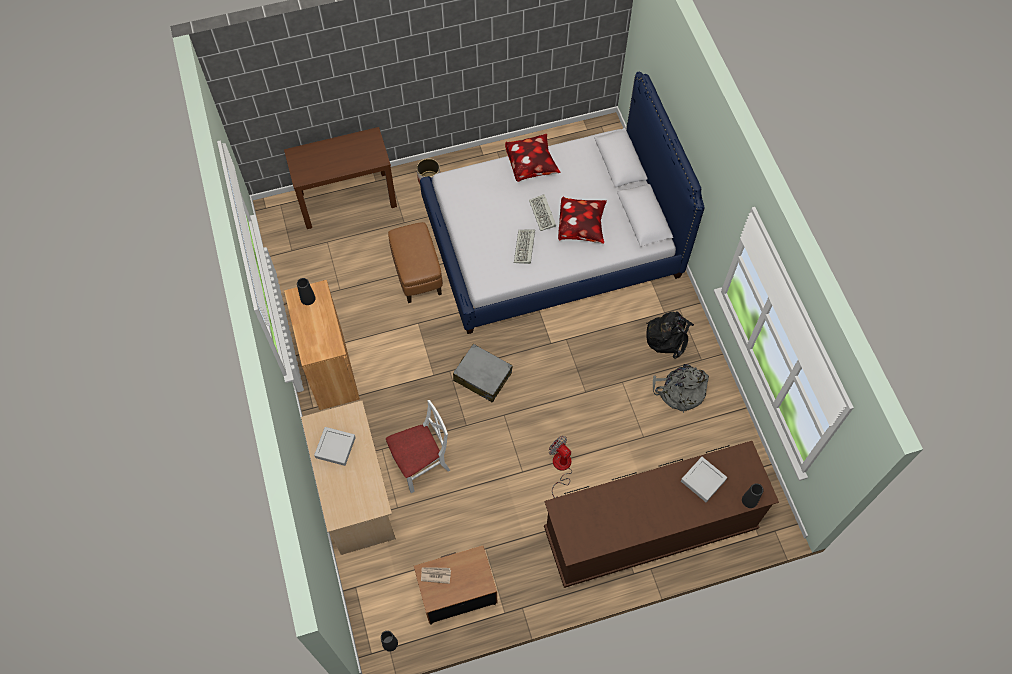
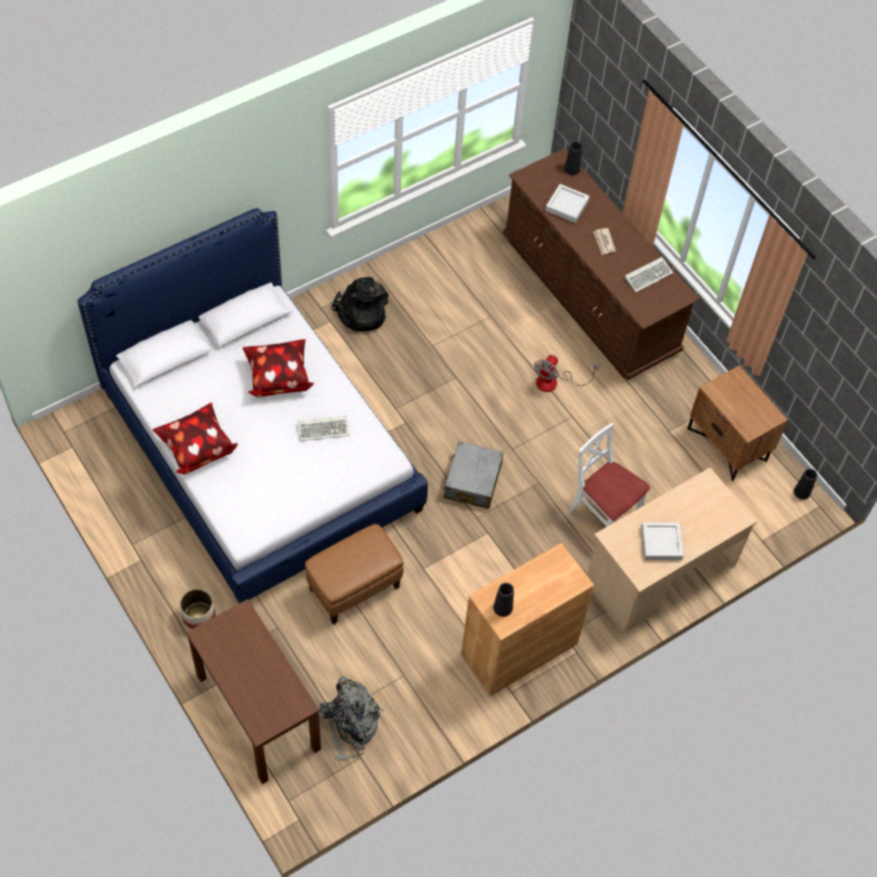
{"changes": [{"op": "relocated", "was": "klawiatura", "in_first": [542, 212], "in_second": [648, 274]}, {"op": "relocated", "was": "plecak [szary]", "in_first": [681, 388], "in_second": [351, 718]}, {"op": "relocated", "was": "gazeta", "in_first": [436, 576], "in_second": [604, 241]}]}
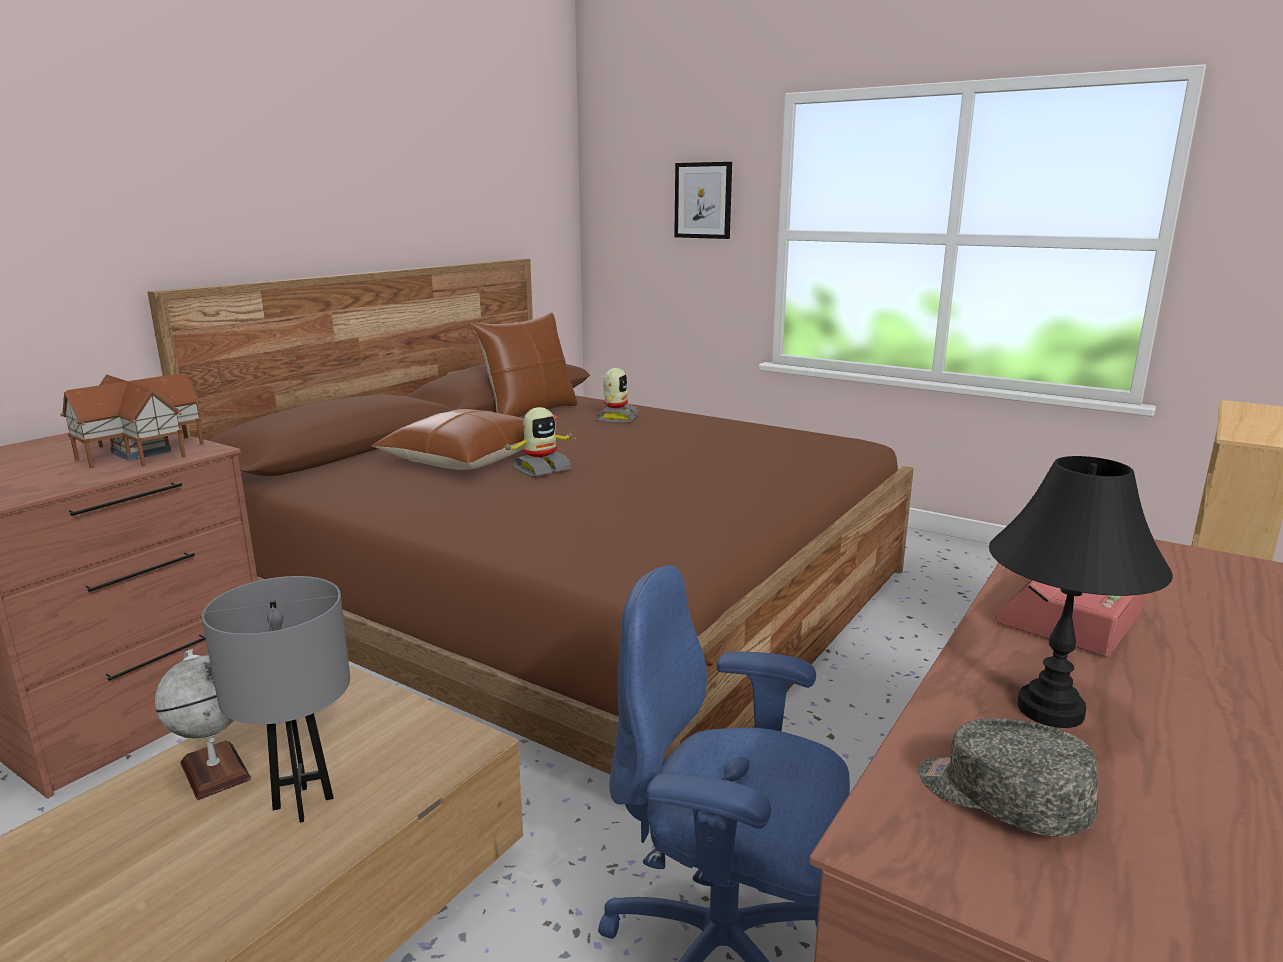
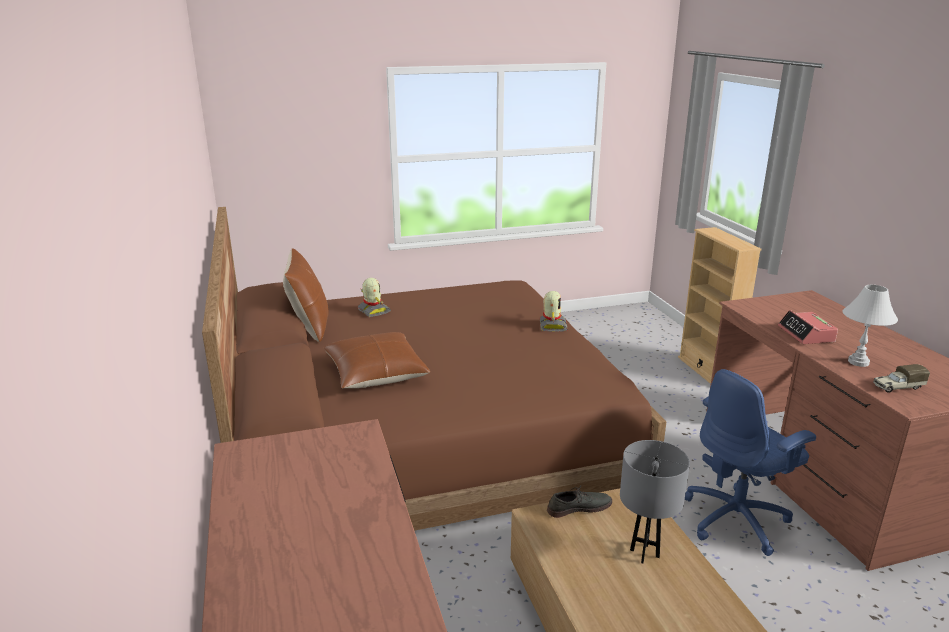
{"changes": [{"op": "missing", "was": "obraz", "in_first": [703, 200]}, {"op": "missing", "was": "domek", "in_first": [132, 420]}, {"op": "relocated", "was": "robot zabawkowy", "in_first": [538, 442], "in_second": [554, 311]}, {"op": "colour", "was": "lampa stołowa [czarny]", "now": "lampa stołowa [biały]", "in_first": [1081, 592], "in_second": [870, 326]}, {"op": "missing", "was": "globus", "in_first": [203, 724]}, {"op": "exchanged", "was": "czapka z daszkiem [szary]", "now": "ciężarówka zabawkowa", "in_first": [1008, 777], "in_second": [901, 378]}, {"op": "appeared", "now": "but [szary]", "in_second": [579, 502]}]}
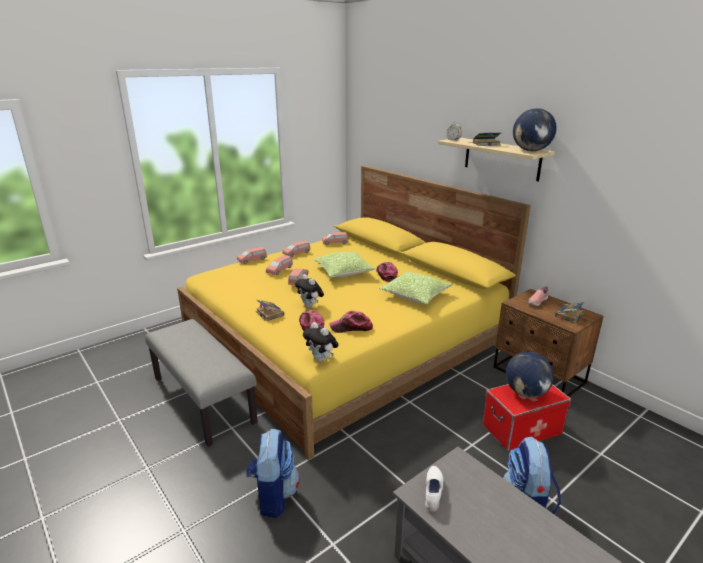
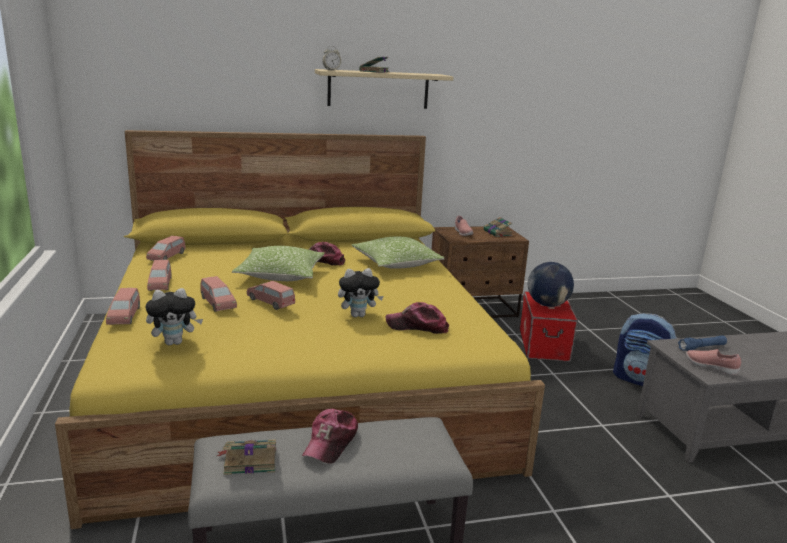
{"changes": [{"op": "missing", "was": "globus", "in_first": [535, 129]}, {"op": "relocated", "was": "książka", "in_first": [270, 310], "in_second": [246, 457]}, {"op": "relocated", "was": "czapka z daszkiem", "in_first": [351, 322], "in_second": [330, 436]}, {"op": "relocated", "was": "pluszak", "in_first": [321, 342], "in_second": [174, 316]}, {"op": "missing", "was": "plecak", "in_first": [273, 473]}, {"op": "colour", "was": "but [biały]", "now": "but [różowy]", "in_first": [434, 489], "in_second": [713, 362]}, {"op": "appeared", "now": "latarka [niebieski]", "in_second": [702, 343]}]}
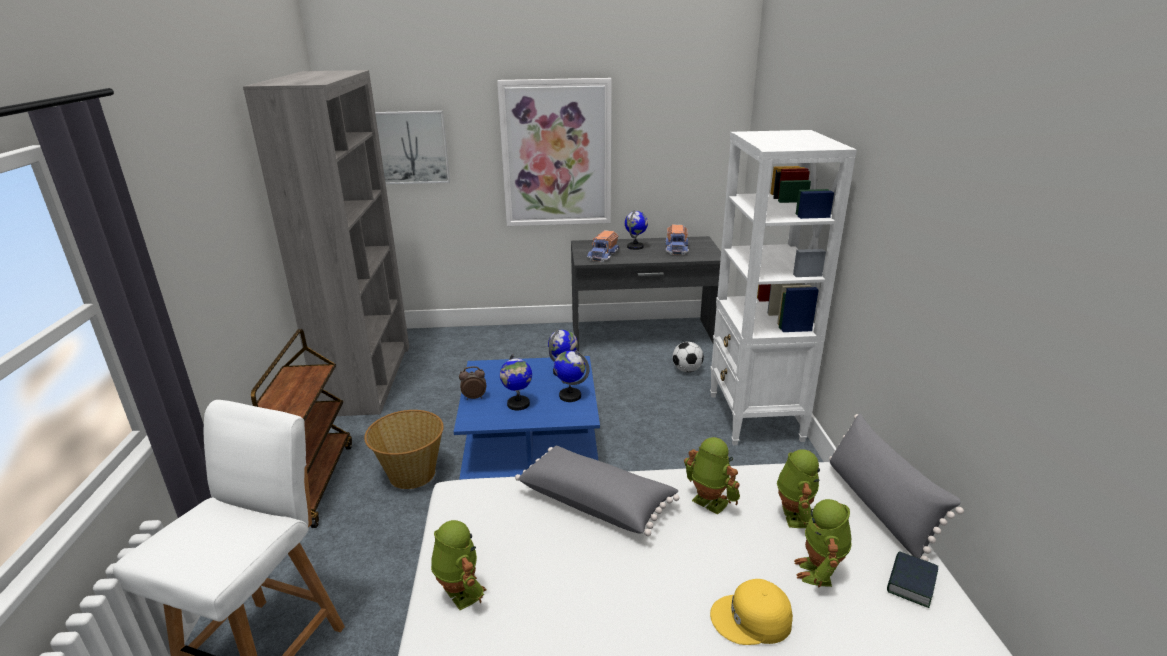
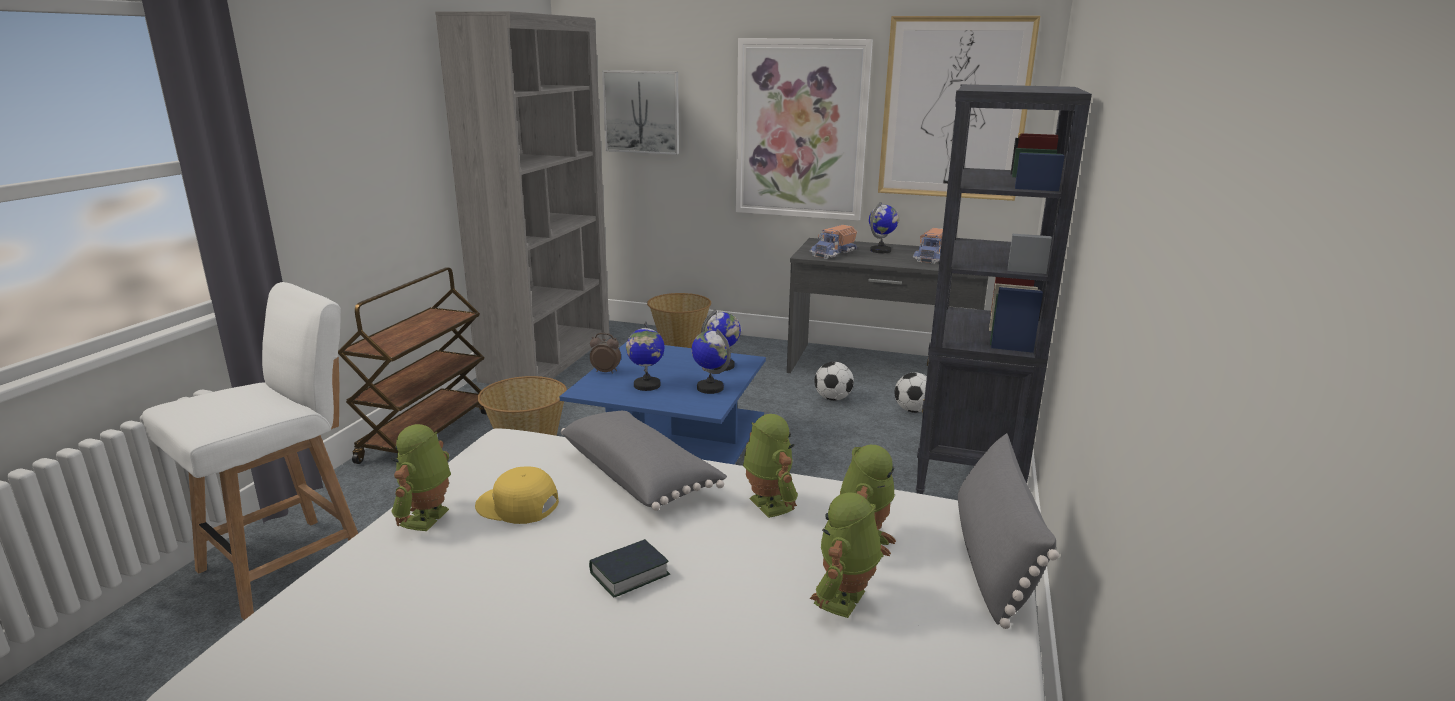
{"changes": [{"op": "colour", "was": "regał [biały]", "now": "regał [czarny]", "in_first": [783, 287], "in_second": [1004, 289]}, {"op": "spun", "was": "robot zabawkowy", "in_first": [458, 565], "in_second": [421, 477], "clockwise": -150}, {"op": "relocated", "was": "książka", "in_first": [912, 579], "in_second": [629, 568]}, {"op": "relocated", "was": "czapka z daszkiem [żółty]", "in_first": [751, 612], "in_second": [517, 495]}, {"op": "appeared", "now": "obraz", "in_second": [959, 108]}, {"op": "appeared", "now": "koszyk", "in_second": [679, 320]}, {"op": "appeared", "now": "piłka futbolowa", "in_second": [834, 381]}]}
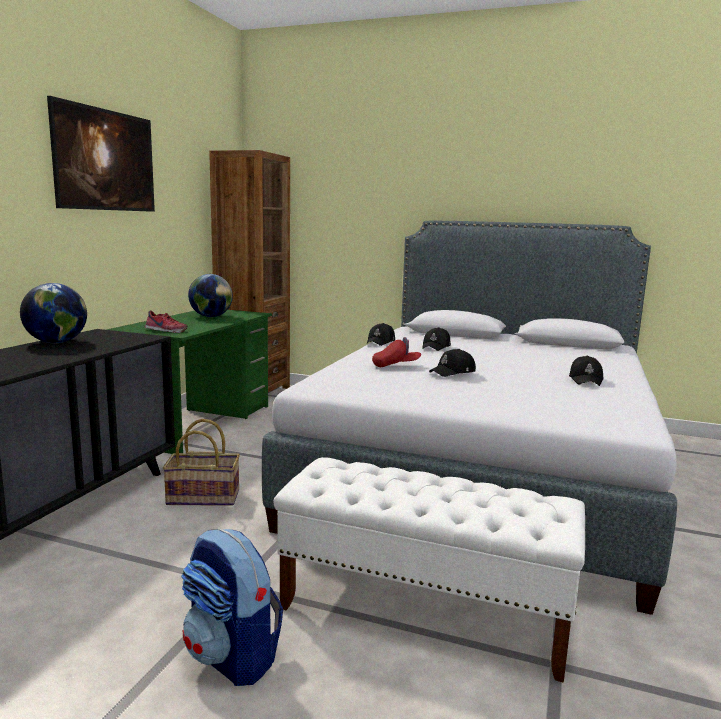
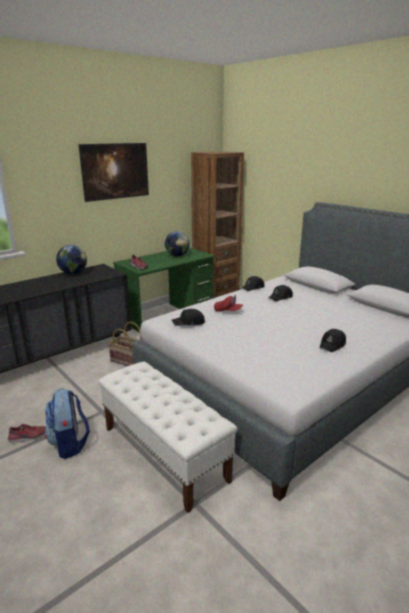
{"changes": [{"op": "relocated", "was": "czapka z daszkiem [czarny]", "in_first": [452, 363], "in_second": [188, 317]}, {"op": "appeared", "now": "but", "in_second": [27, 433]}]}
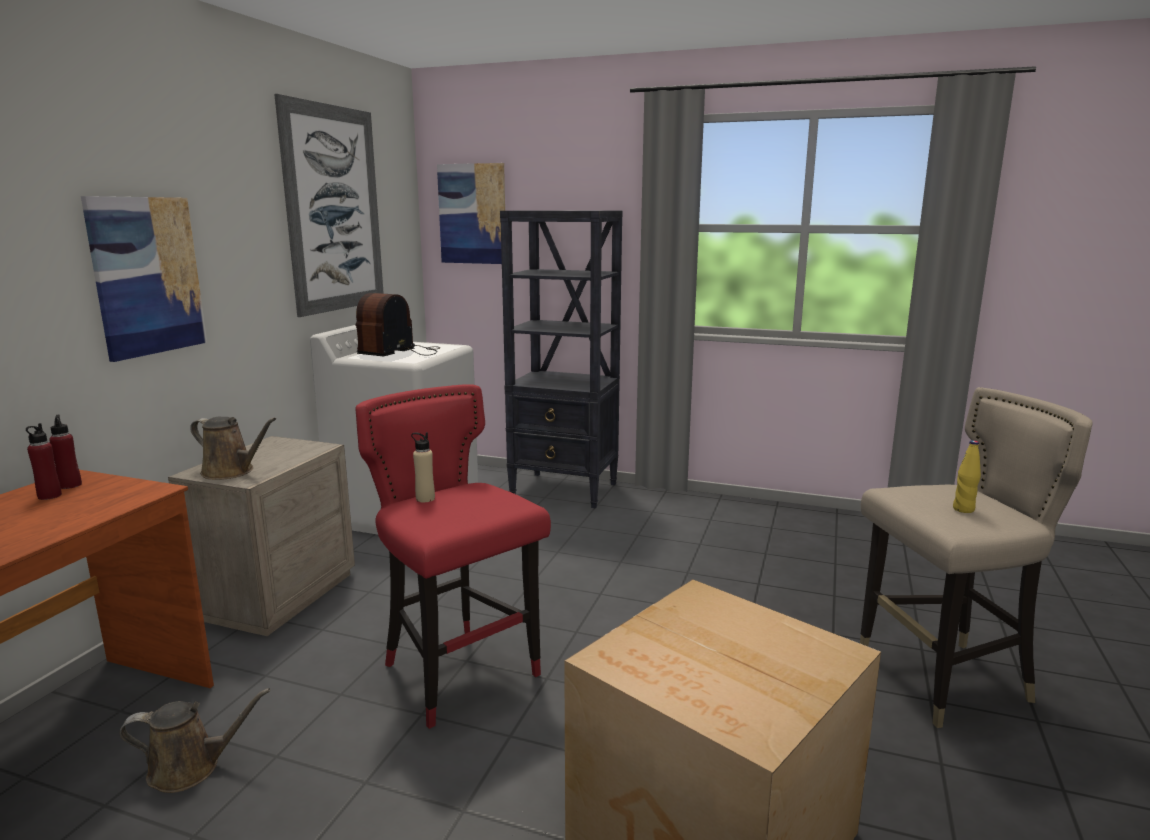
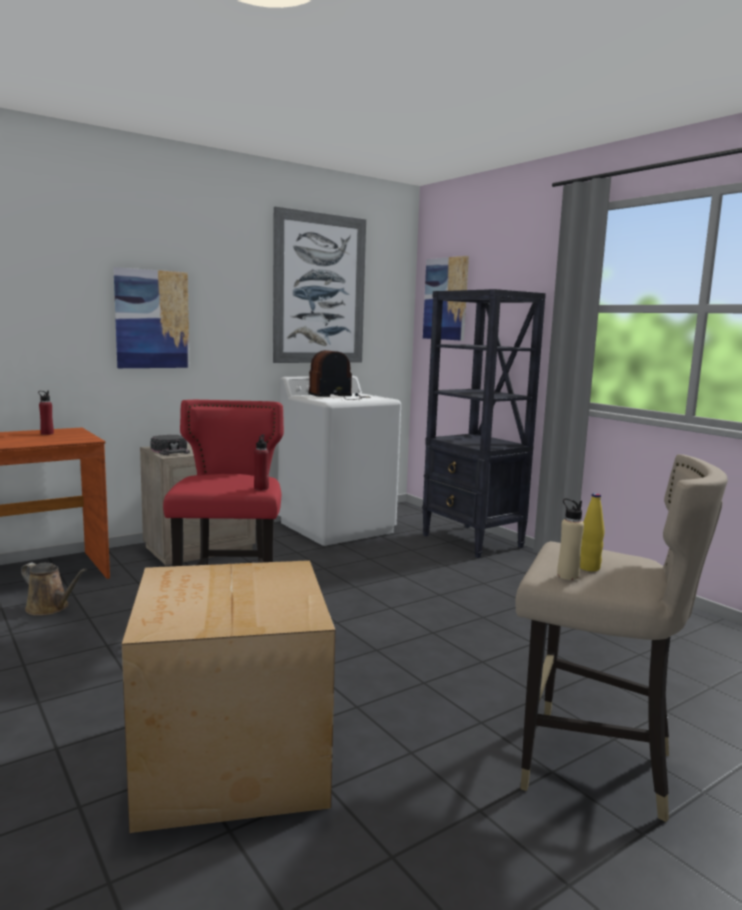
{"changes": [{"op": "relocated", "was": "butelka [czerwony]", "in_first": [65, 452], "in_second": [261, 462]}, {"op": "exchanged", "was": "konewka [brązowy]", "now": "czapka z daszkiem [czarny]", "in_first": [233, 448], "in_second": [170, 445]}, {"op": "relocated", "was": "butelka [beżowy]", "in_first": [423, 467], "in_second": [570, 539]}]}
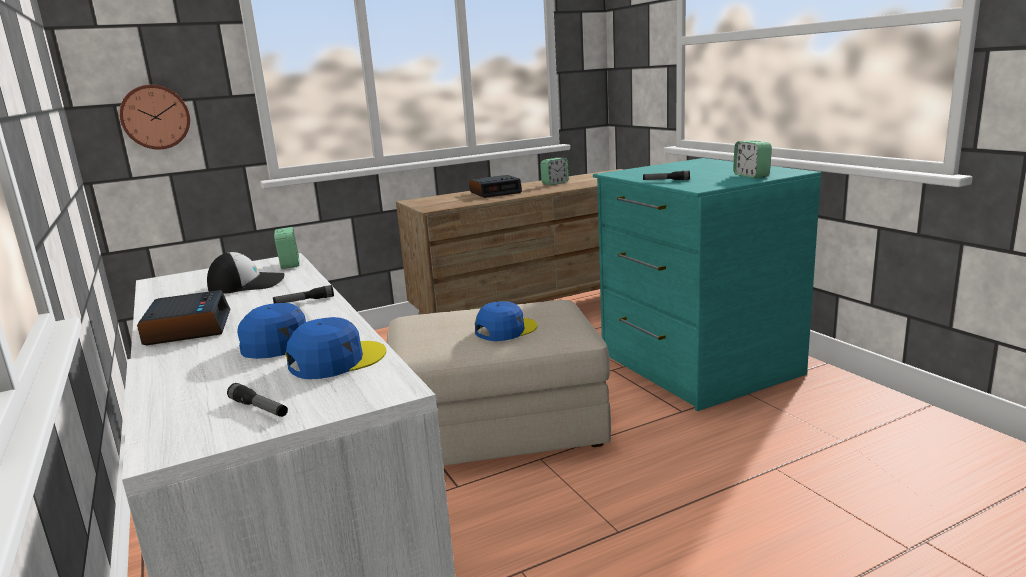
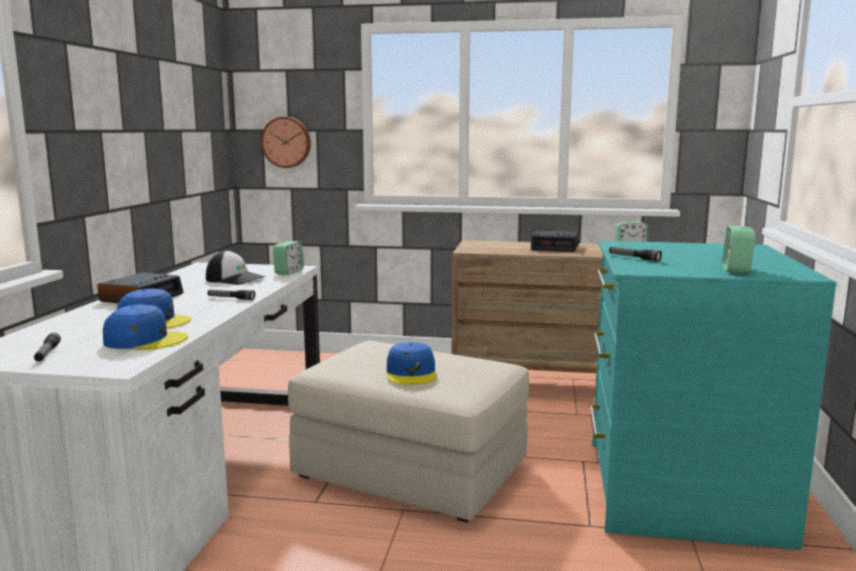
{"changes": [{"op": "spun", "was": "czapka z daszkiem [niebieski]", "in_first": [506, 321], "in_second": [411, 363], "clockwise": 90}]}
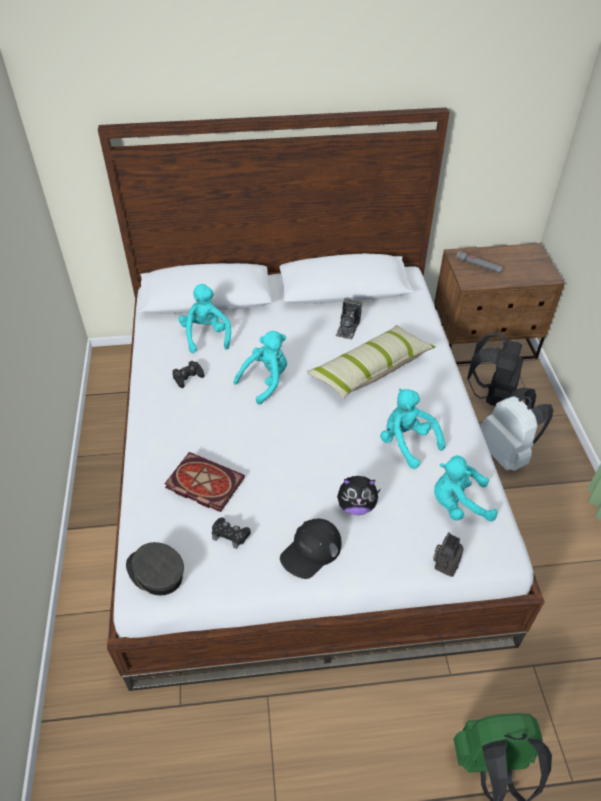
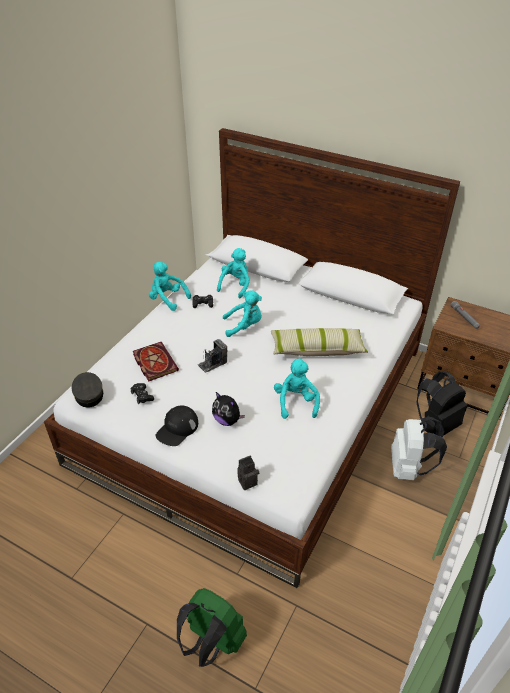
{"changes": [{"op": "relocated", "was": "aparat fotograficzny", "in_first": [348, 318], "in_second": [212, 356]}, {"op": "relocated", "was": "pluszak [turkusowy]", "in_first": [466, 488], "in_second": [170, 286]}, {"op": "spun", "was": "czapka z daszkiem [czarny]", "in_first": [310, 549], "in_second": [176, 426], "clockwise": -45}]}
